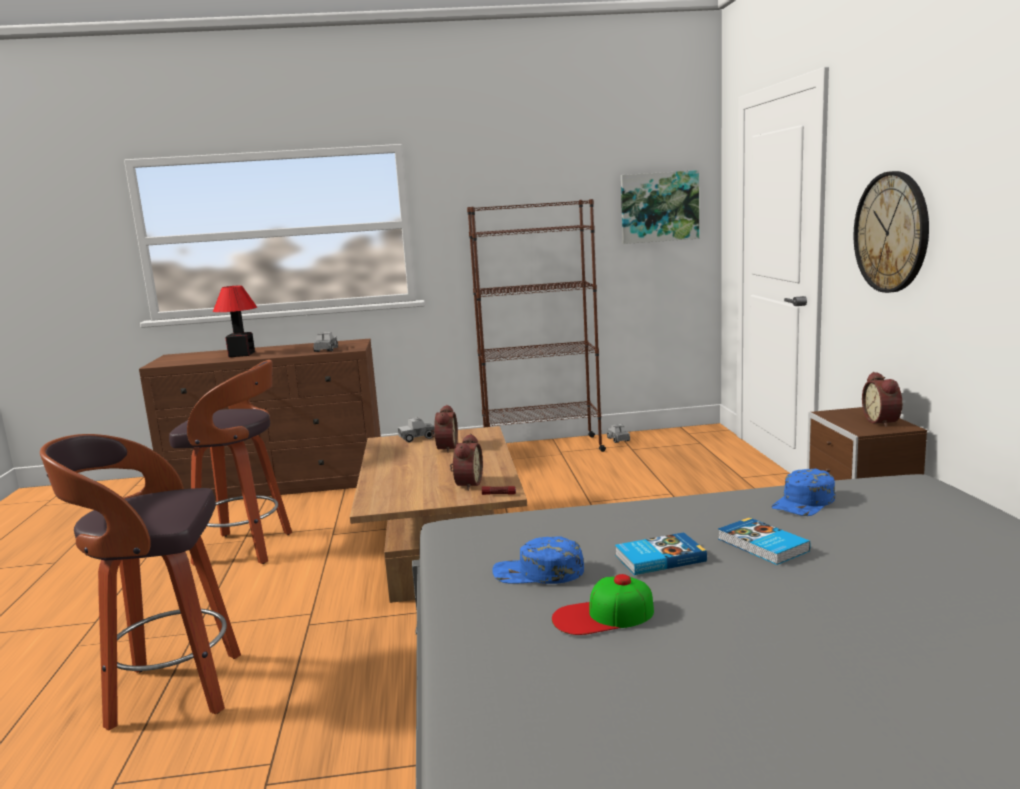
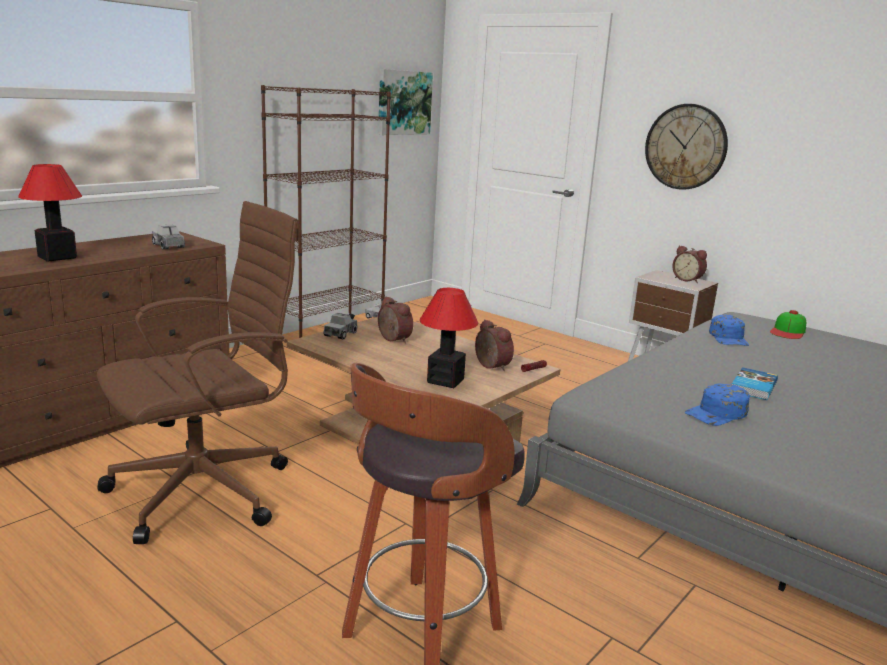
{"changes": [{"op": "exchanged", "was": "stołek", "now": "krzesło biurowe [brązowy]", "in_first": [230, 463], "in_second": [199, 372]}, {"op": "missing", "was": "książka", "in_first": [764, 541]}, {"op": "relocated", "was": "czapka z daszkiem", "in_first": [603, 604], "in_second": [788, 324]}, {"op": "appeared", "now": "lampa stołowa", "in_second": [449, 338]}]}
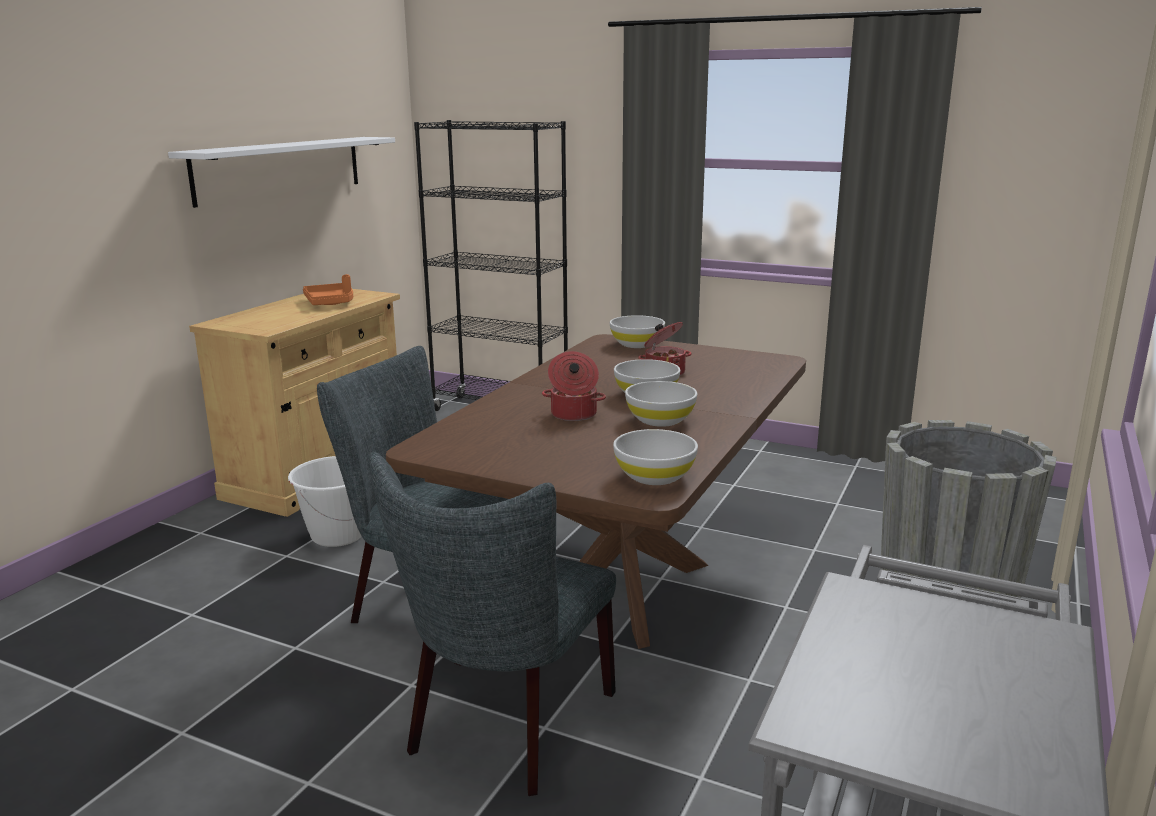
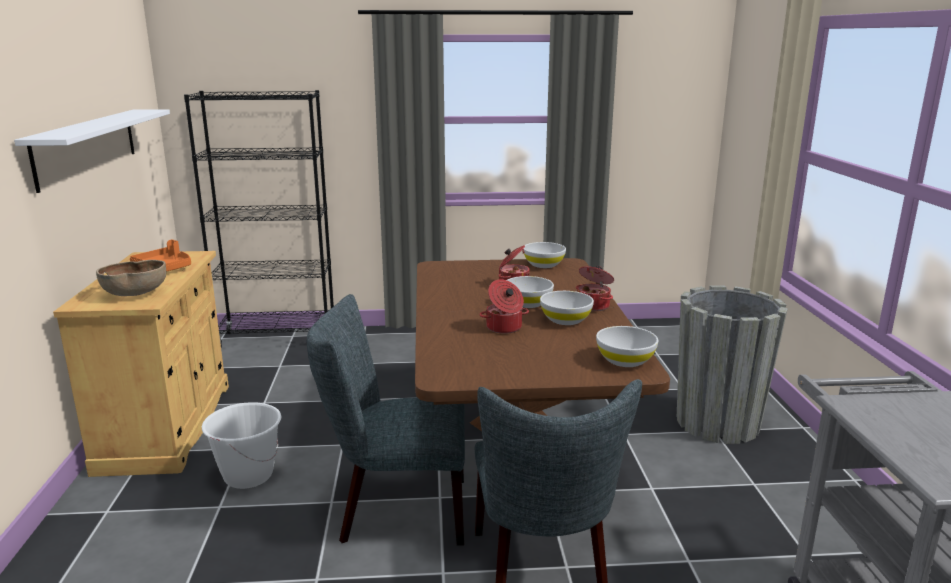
{"changes": [{"op": "relocated", "was": "miska [biały]", "in_first": [637, 331], "in_second": [545, 255]}, {"op": "appeared", "now": "miska [brązowy]", "in_second": [131, 278]}, {"op": "appeared", "now": "garnek", "in_second": [595, 288]}]}
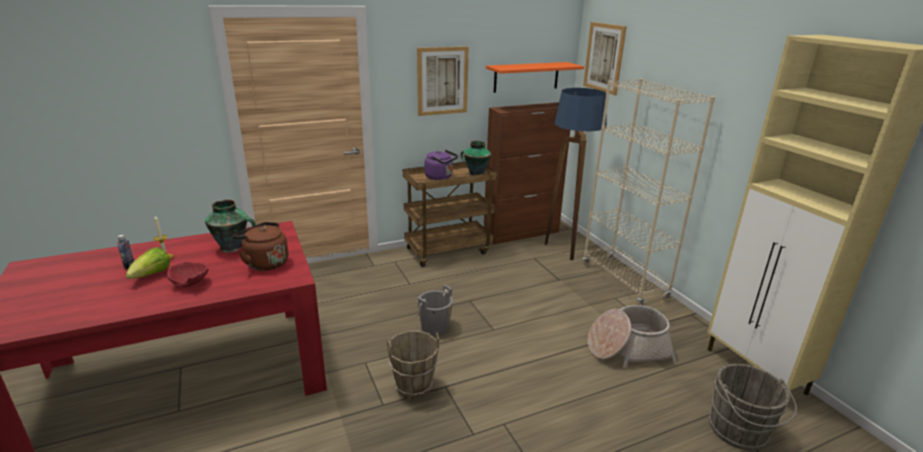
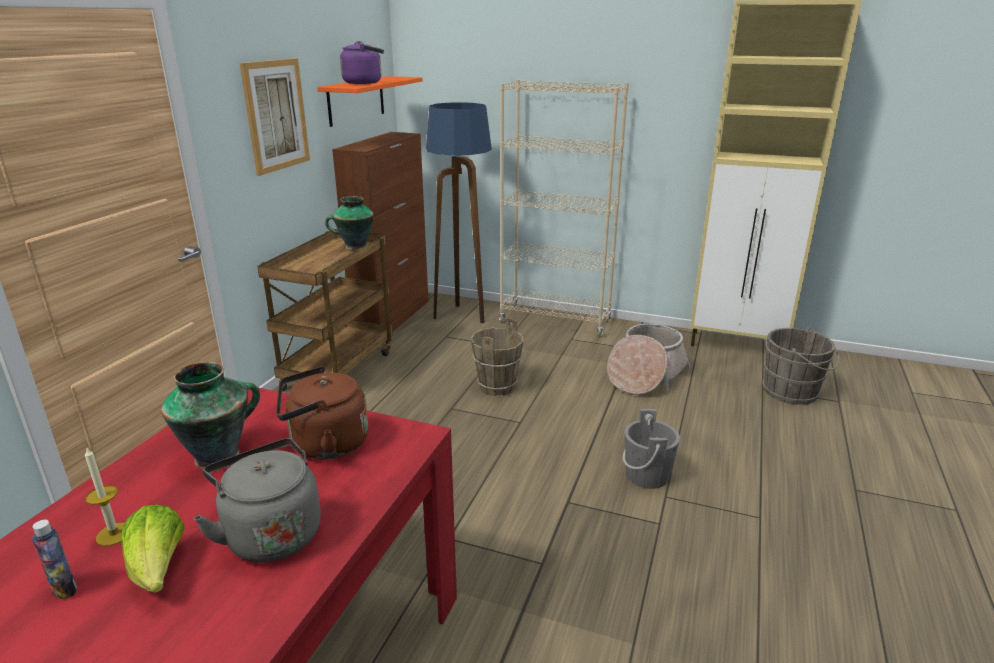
{"changes": [{"op": "missing", "was": "obraz", "in_first": [605, 58]}, {"op": "relocated", "was": "czajnik [fioletowy]", "in_first": [441, 165], "in_second": [362, 62]}, {"op": "exchanged", "was": "miska [czerwony]", "now": "czajnik [szary]", "in_first": [187, 274], "in_second": [257, 500]}, {"op": "relocated", "was": "wiadro [szary]", "in_first": [435, 310], "in_second": [651, 449]}, {"op": "relocated", "was": "wiadro [brązowy]", "in_first": [413, 365], "in_second": [497, 357]}]}
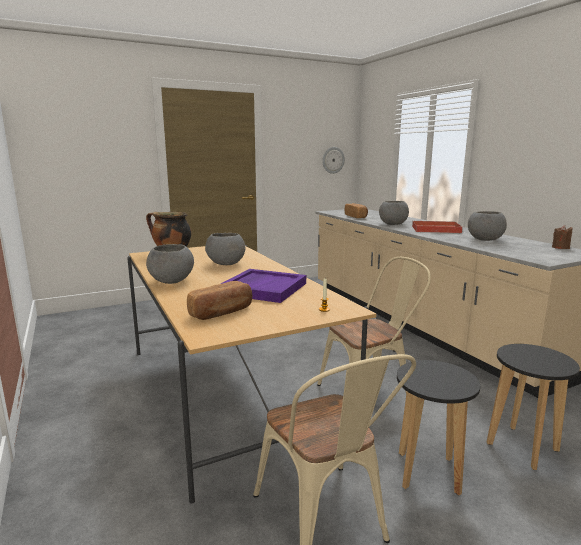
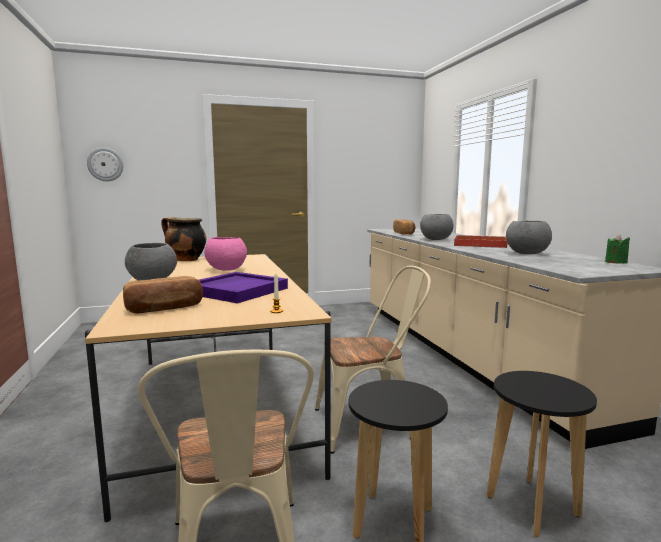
{"changes": [{"op": "relocated", "was": "zegar ścienny", "in_first": [333, 160], "in_second": [105, 164]}, {"op": "colour", "was": "świeca [brązowy]", "now": "świeca [zielony]", "in_first": [562, 237], "in_second": [617, 249]}, {"op": "colour", "was": "miska [szary]", "now": "miska [różowy]", "in_first": [225, 249], "in_second": [225, 254]}]}
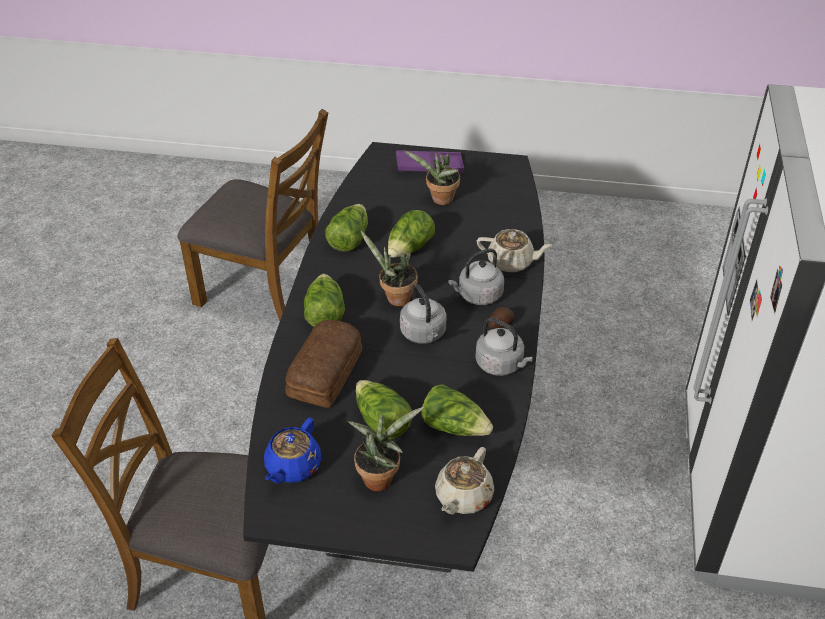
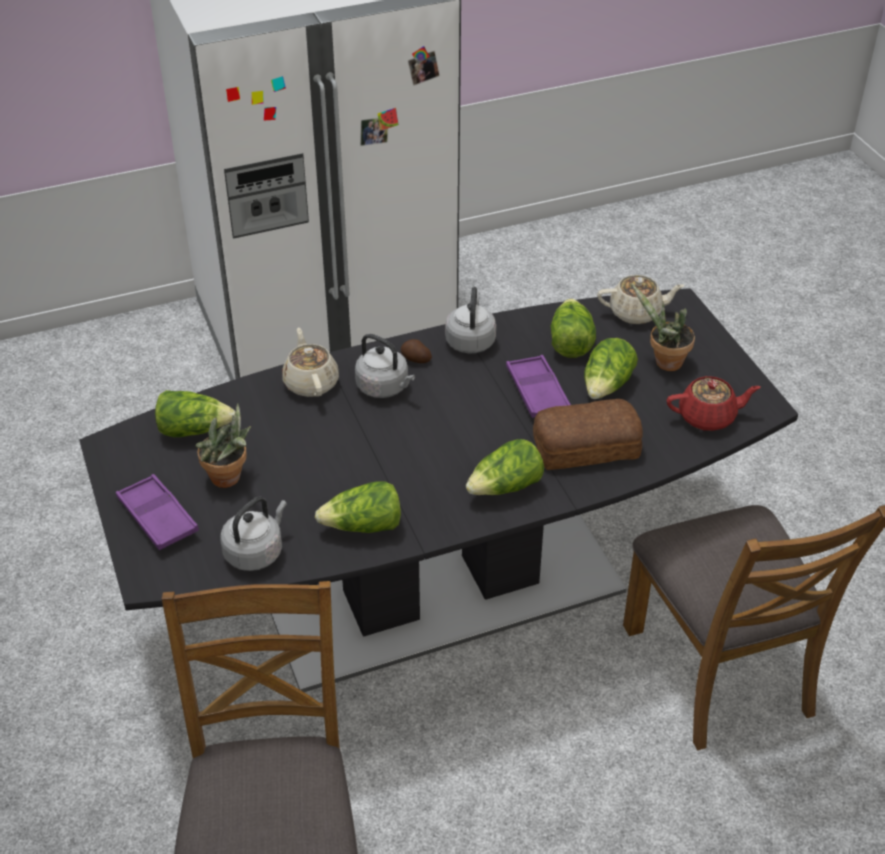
{"changes": [{"op": "relocated", "was": "sałata", "in_first": [411, 234], "in_second": [195, 413]}, {"op": "missing", "was": "roślina doniczkowa", "in_first": [389, 268]}, {"op": "relocated", "was": "czajnik [szary]", "in_first": [423, 314], "in_second": [253, 534]}, {"op": "colour", "was": "imbryk [niebieski]", "now": "imbryk [czerwony]", "in_first": [293, 451], "in_second": [714, 403]}, {"op": "appeared", "now": "taca [fioletowy]", "in_second": [538, 386]}]}
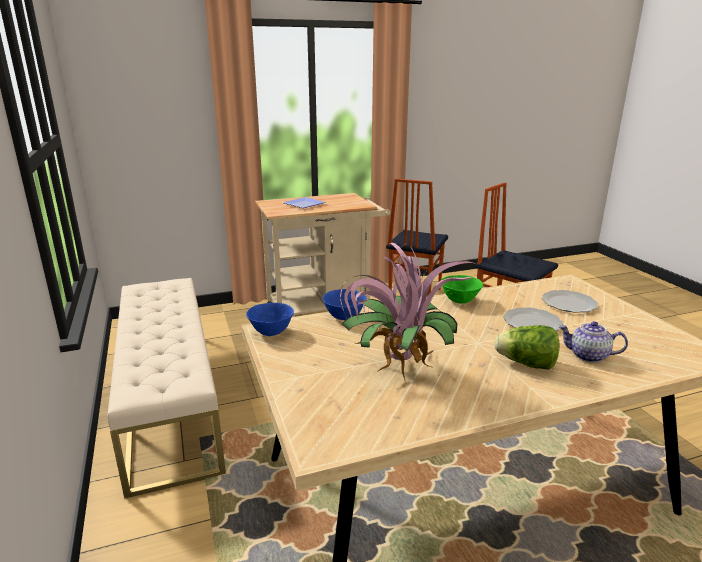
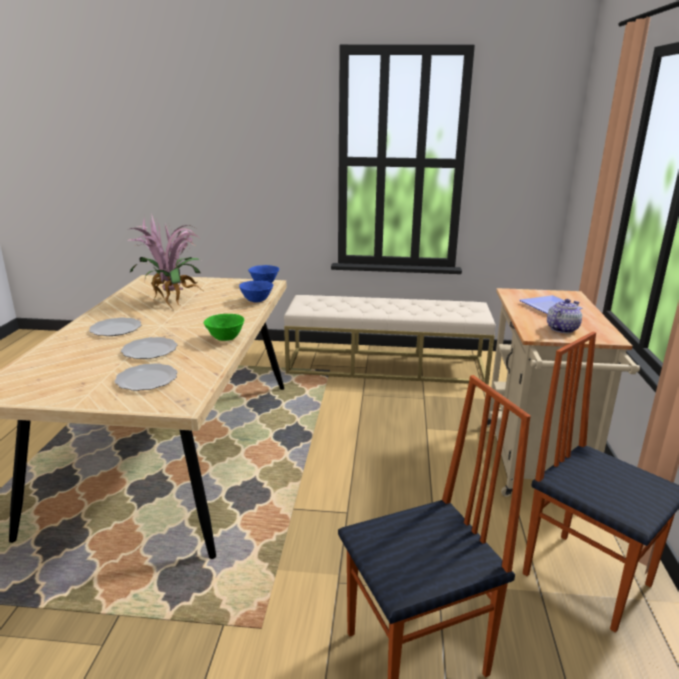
{"changes": [{"op": "relocated", "was": "imbryk", "in_first": [593, 342], "in_second": [564, 316]}, {"op": "exchanged", "was": "sałata", "now": "talerz", "in_first": [526, 347], "in_second": [115, 326]}]}
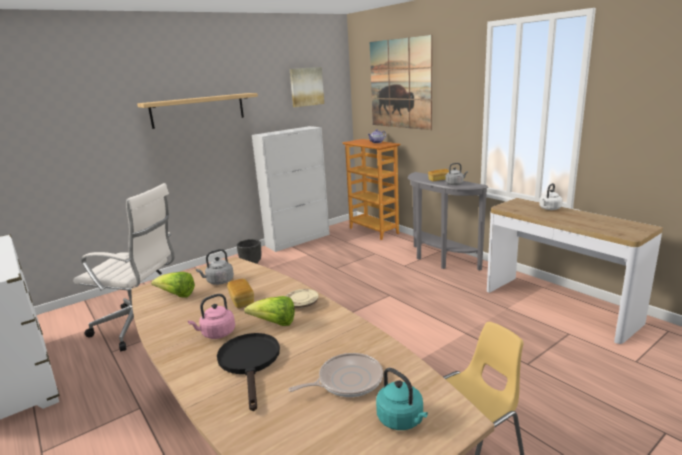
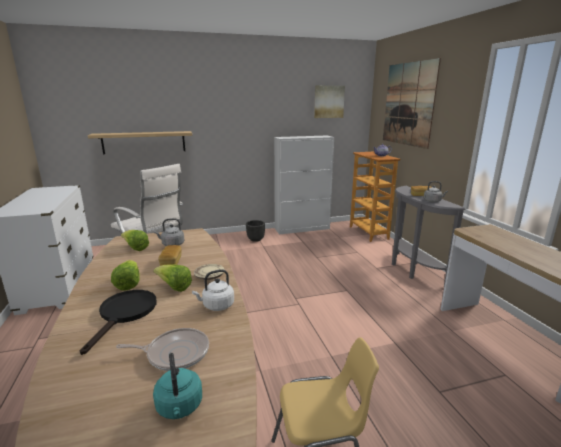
{"changes": [{"op": "relocated", "was": "półka", "in_first": [197, 111], "in_second": [140, 142]}, {"op": "relocated", "was": "czajnik [biały]", "in_first": [550, 196], "in_second": [213, 290]}, {"op": "exchanged", "was": "czajnik [różowy]", "now": "sałata", "in_first": [211, 316], "in_second": [125, 275]}]}
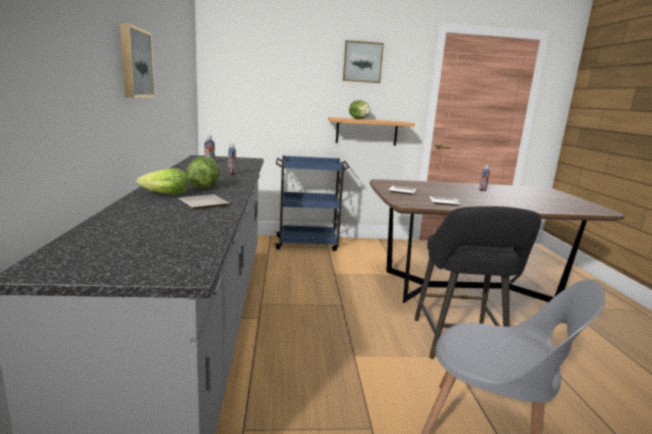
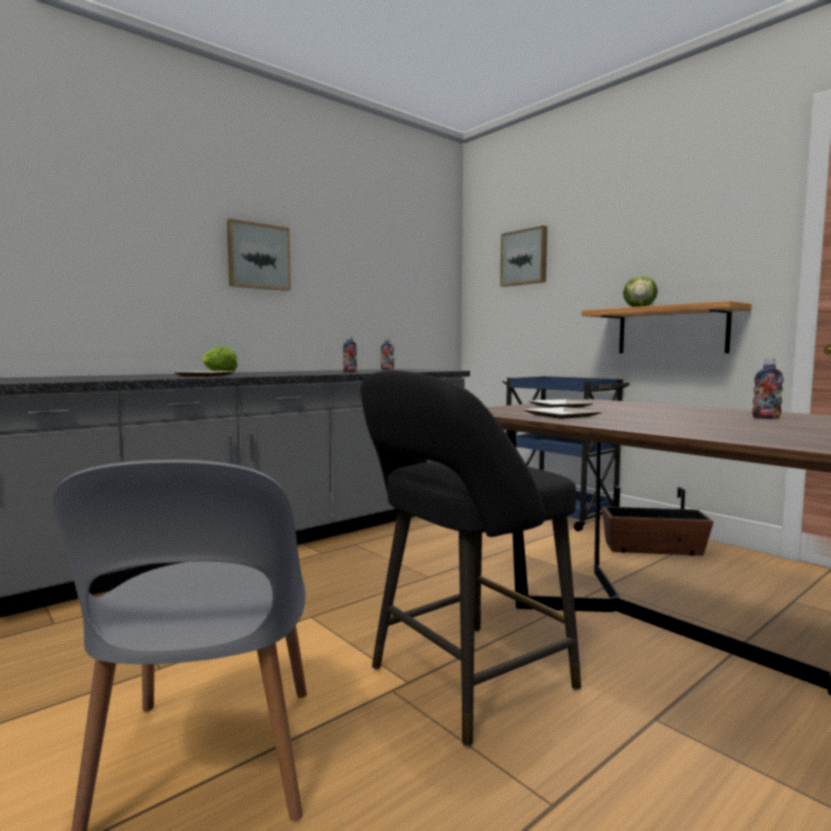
{"changes": [{"op": "relocated", "was": "obraz", "in_first": [363, 61], "in_second": [523, 256]}, {"op": "missing", "was": "sałata", "in_first": [203, 172]}, {"op": "appeared", "now": "donica", "in_second": [658, 520]}]}
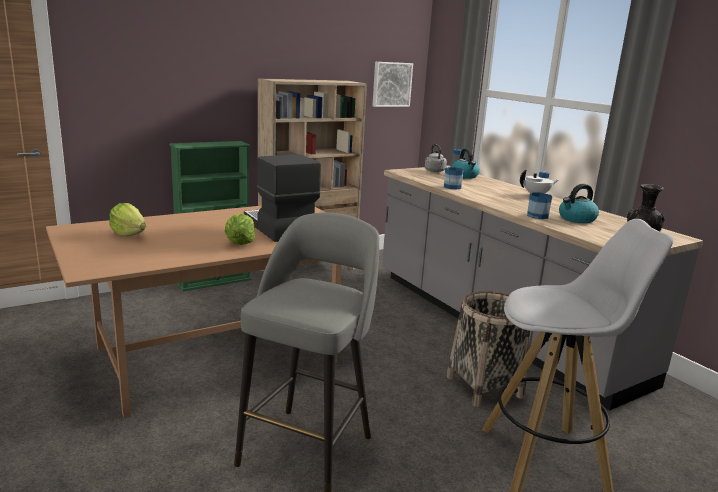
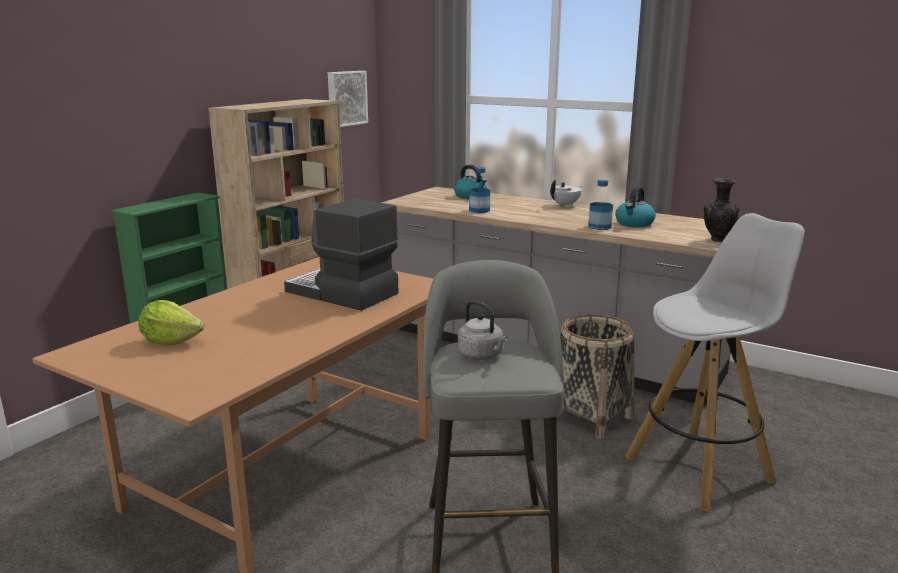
{"changes": [{"op": "relocated", "was": "czajnik [szary]", "in_first": [436, 158], "in_second": [483, 330]}, {"op": "missing", "was": "sałata", "in_first": [240, 229]}]}
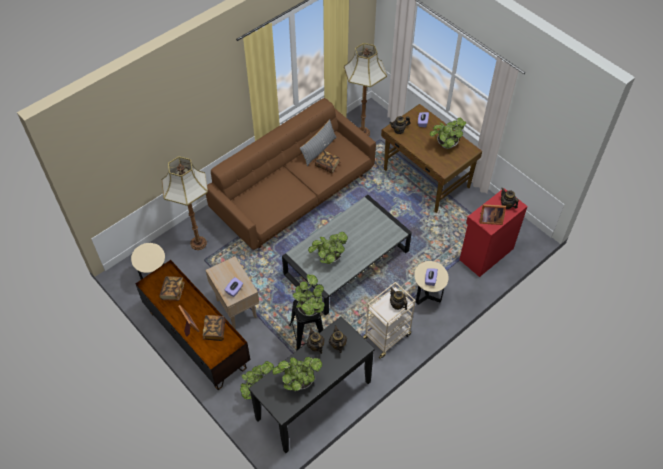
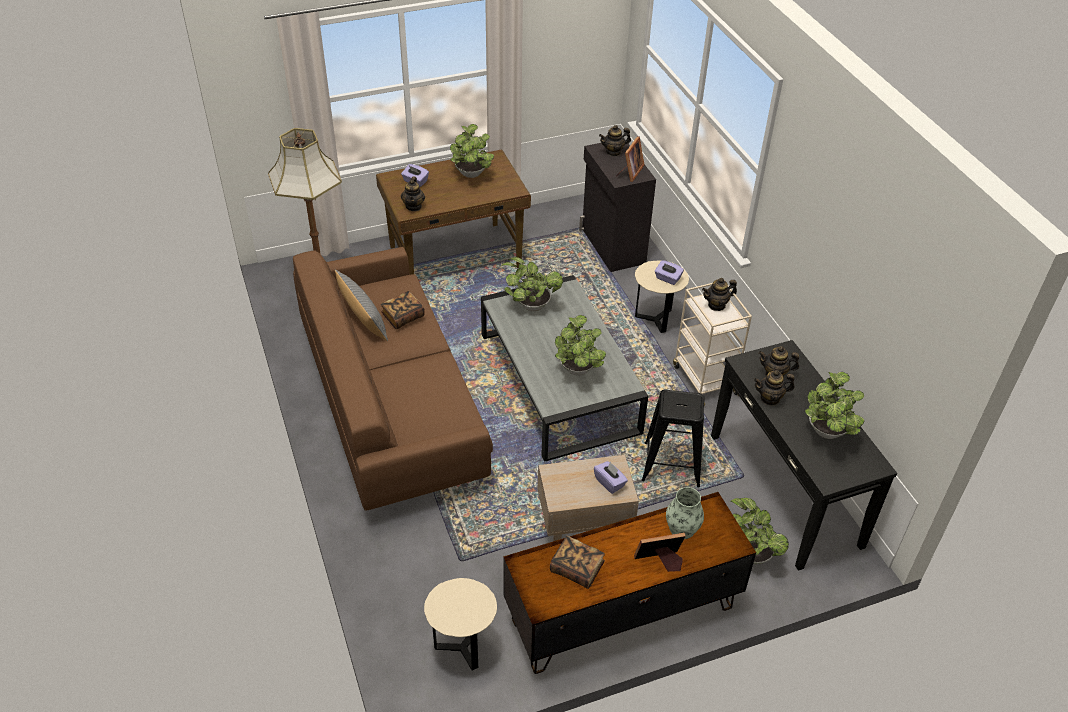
{"changes": [{"op": "missing", "was": "lampa stojąca", "in_first": [185, 203]}, {"op": "colour", "was": "szafka [czerwony]", "now": "szafka [czarny]", "in_first": [493, 232], "in_second": [617, 205]}, {"op": "relocated", "was": "roślina doniczkowa", "in_first": [309, 295], "in_second": [532, 284]}, {"op": "exchanged", "was": "książka", "now": "wazon", "in_first": [214, 328], "in_second": [685, 513]}]}
